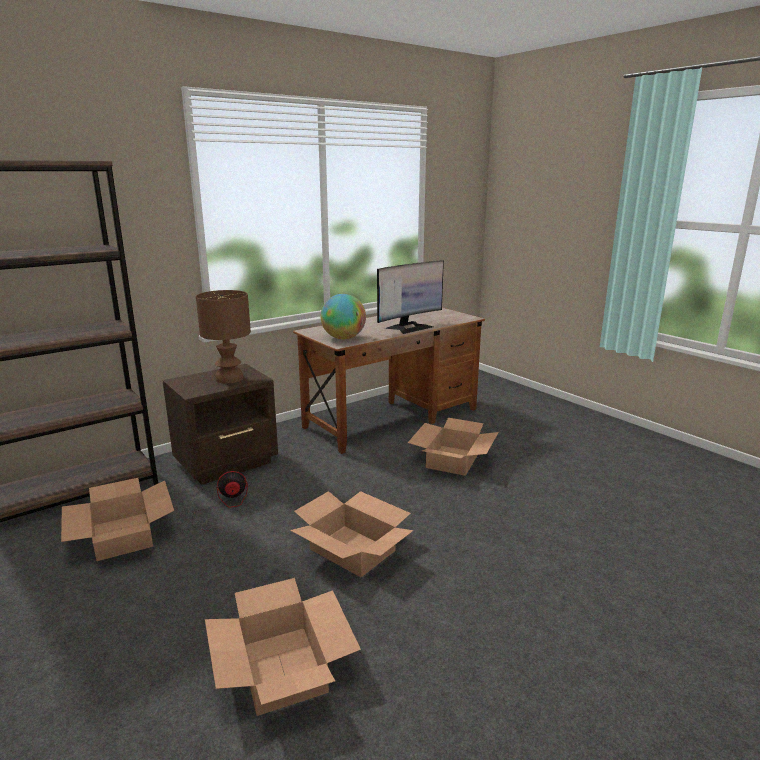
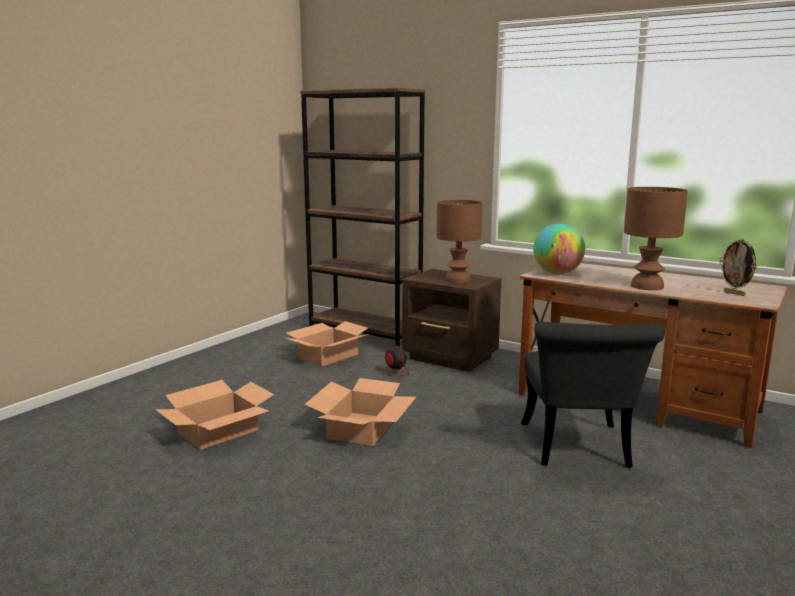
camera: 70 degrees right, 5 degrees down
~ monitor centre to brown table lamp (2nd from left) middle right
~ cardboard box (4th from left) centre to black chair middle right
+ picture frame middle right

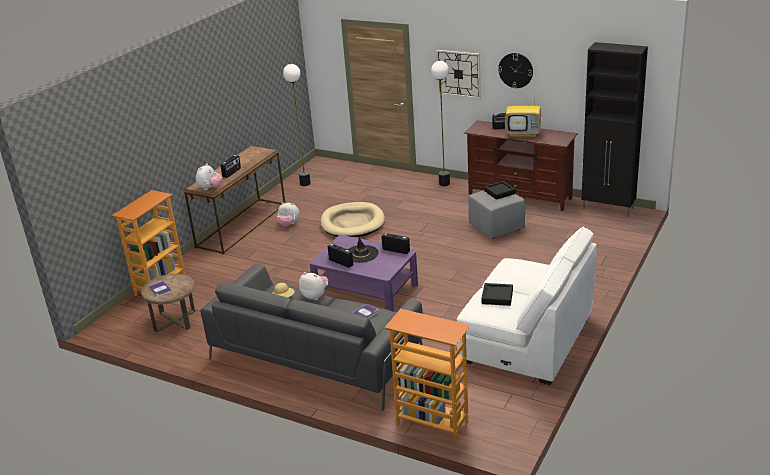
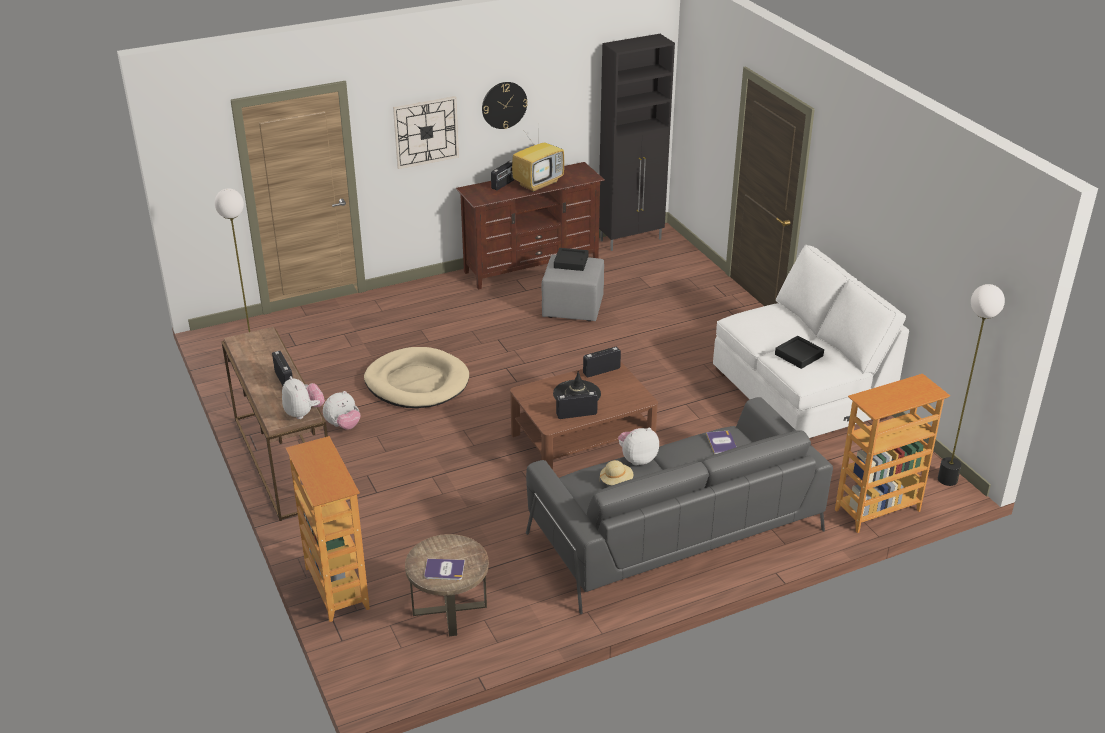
camera: 55 degrees left, 5 degrees up
~ purple coffee table centre to brown coffee table centre
~ floor lamp (2nd from left) top centre to middle right

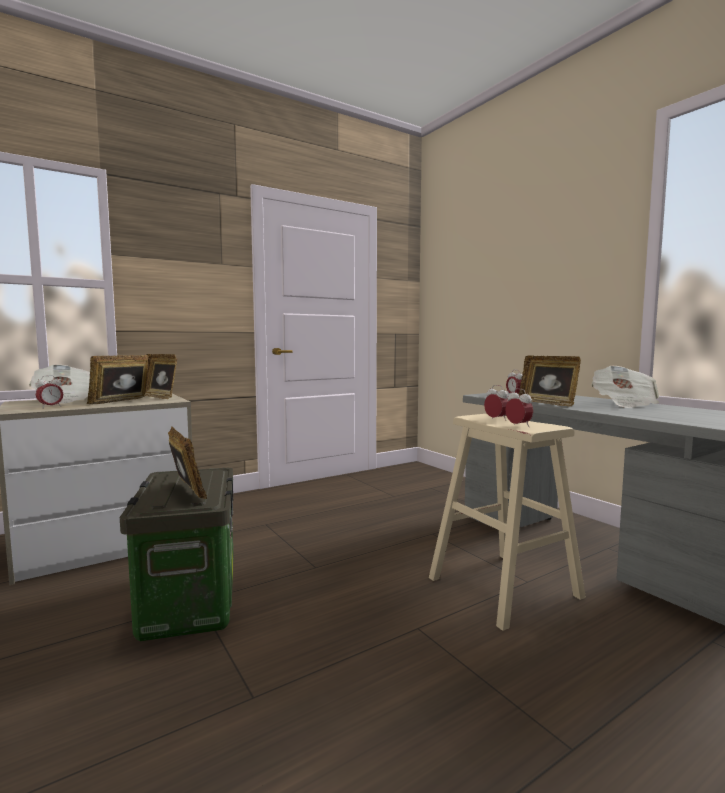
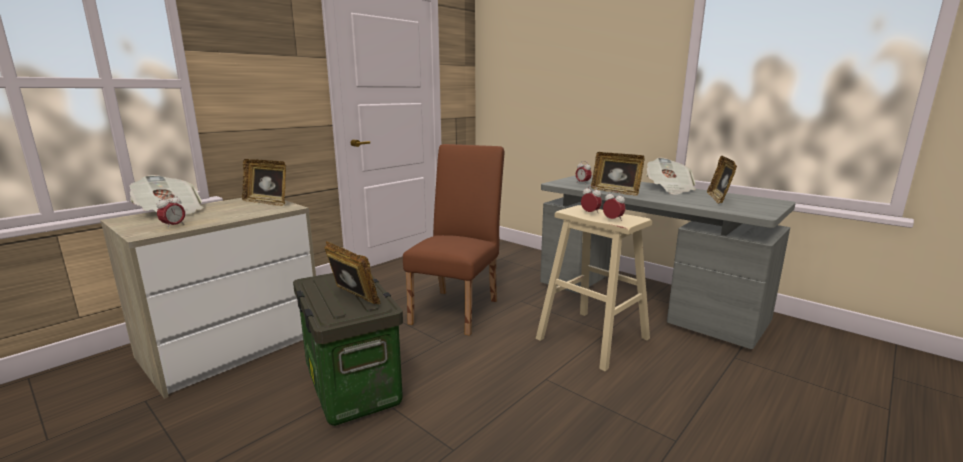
camera: 15 degrees left, 10 degrees up
~ picture frame (1st from left in the first image) middle left to picture frame (4th from left) middle right
+ brown chair centre

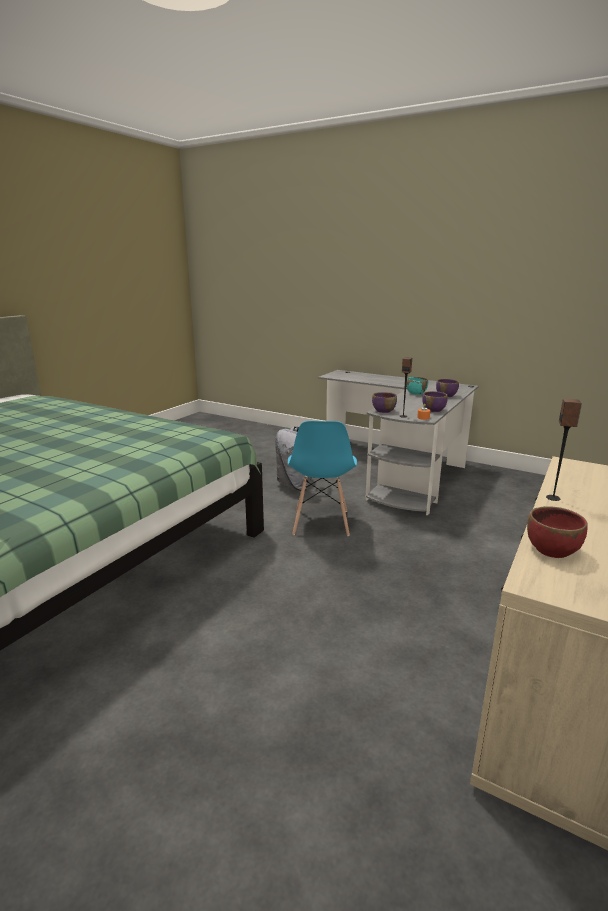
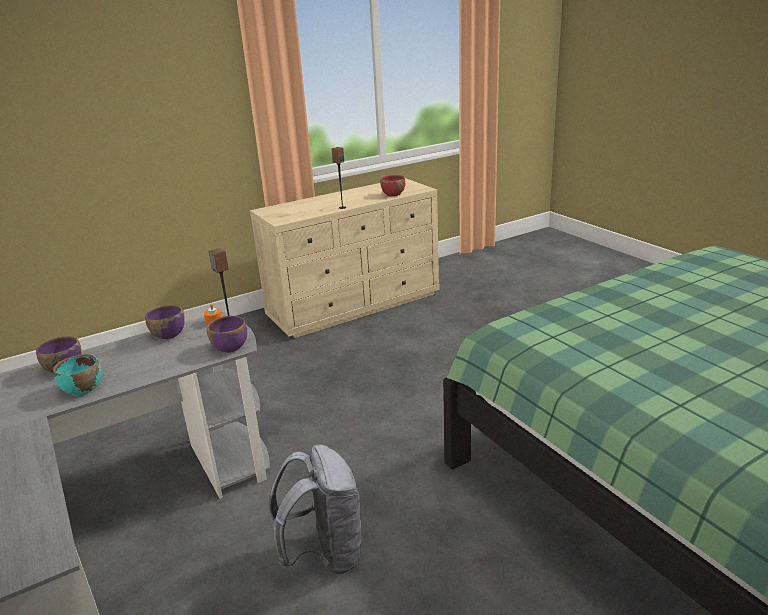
camera: 150 degrees left, 5 degrees up
- blue chair centre

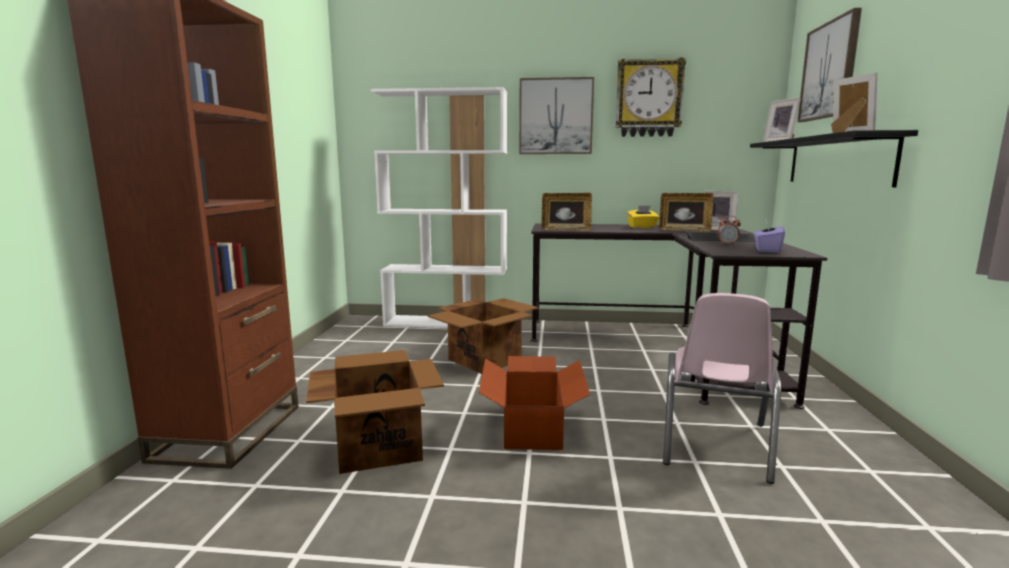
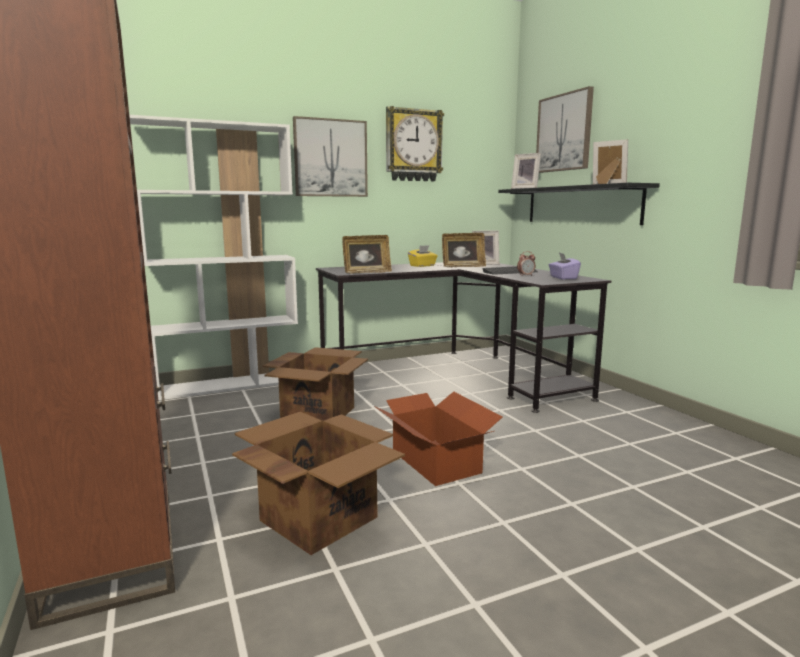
camera: 30 degrees left, 0 degrees up
- pink chair bottom right

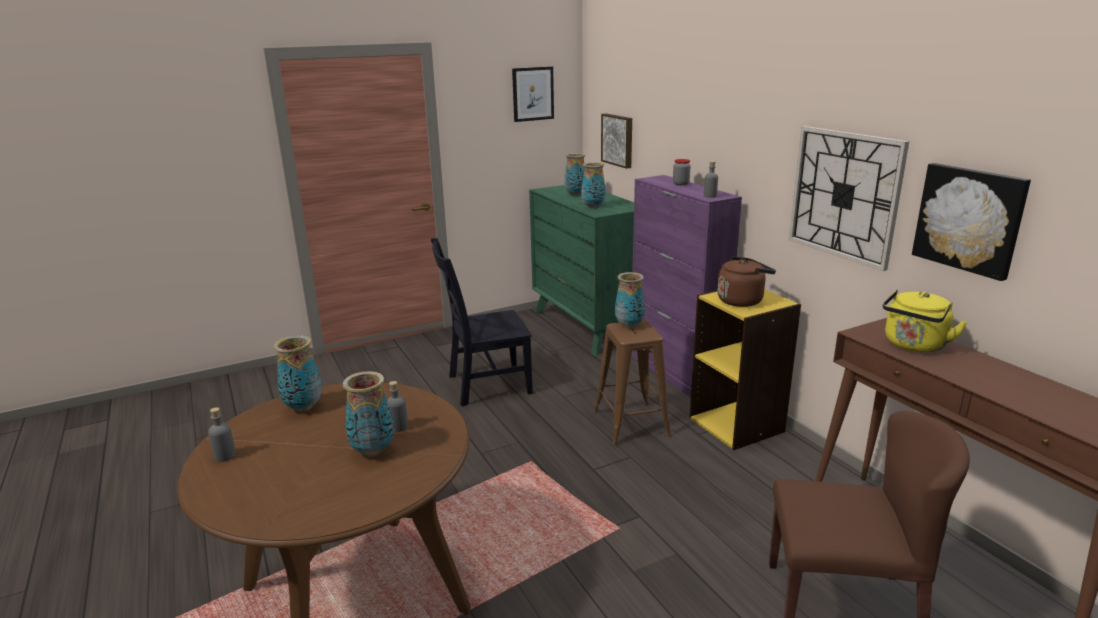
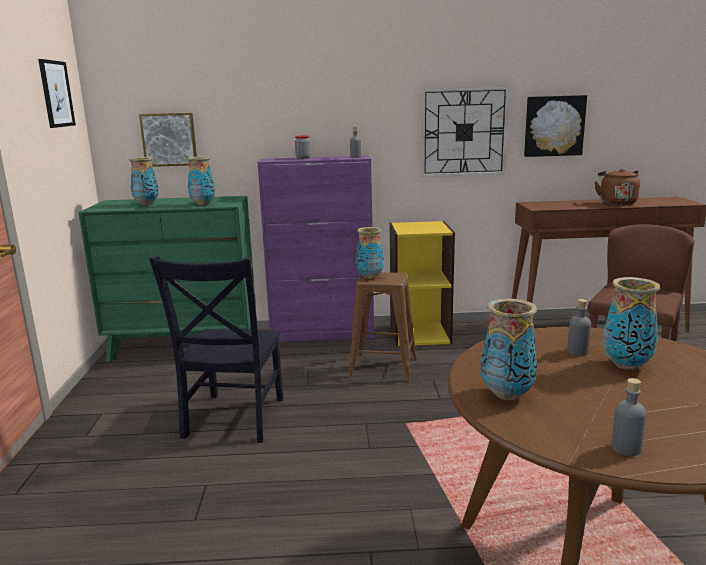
camera: 65 degrees left, 5 degrees down
~ brown kettle middle right to top right
- yellow kettle middle right

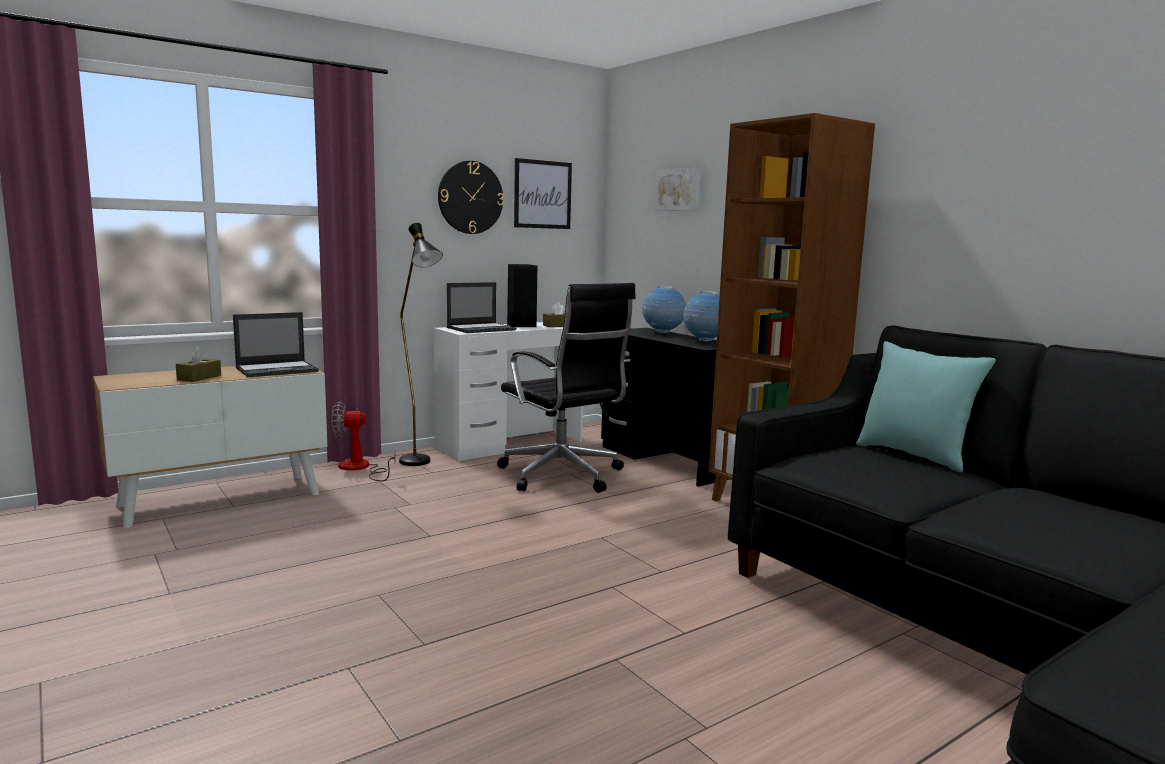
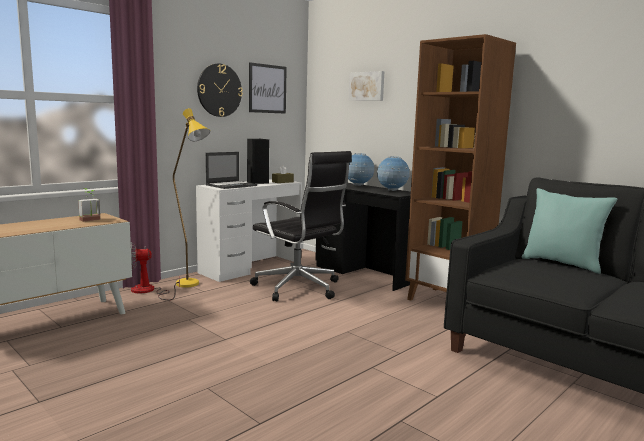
camera: 10 degrees left, 0 degrees up
- brown tissue box (1st from left) middle left
~ laptop (1st from left) middle left to potted plant middle left
~ black floor lamp centre to yellow floor lamp middle left

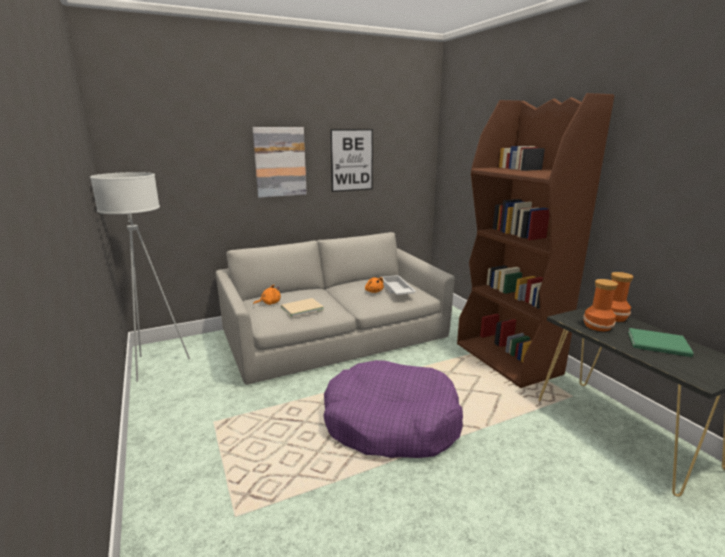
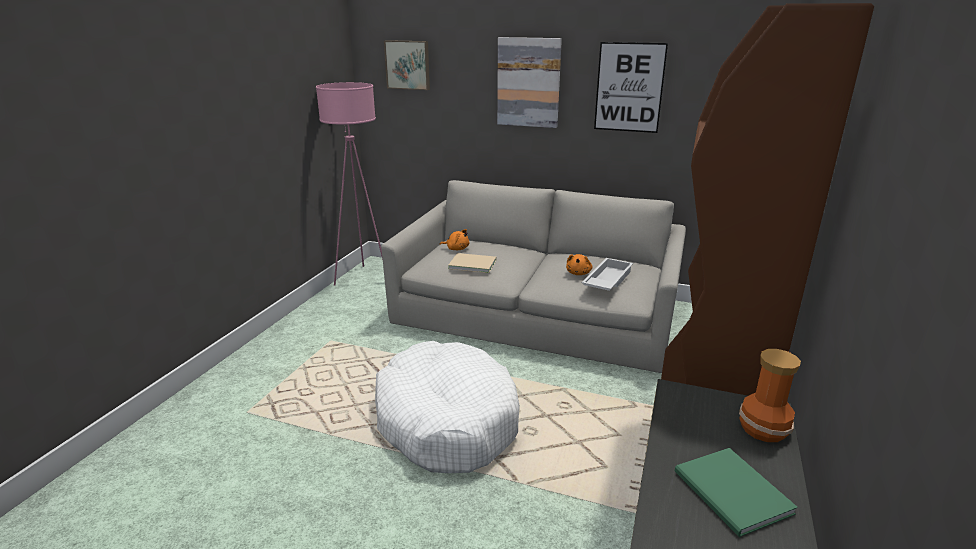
camera: 45 degrees right, 5 degrees up
~ white floor lamp middle left to pink floor lamp centre
~ purple dog bed bottom centre to white dog bed bottom centre
- vase (1st from left) middle right
+ picture (1st from left) top centre

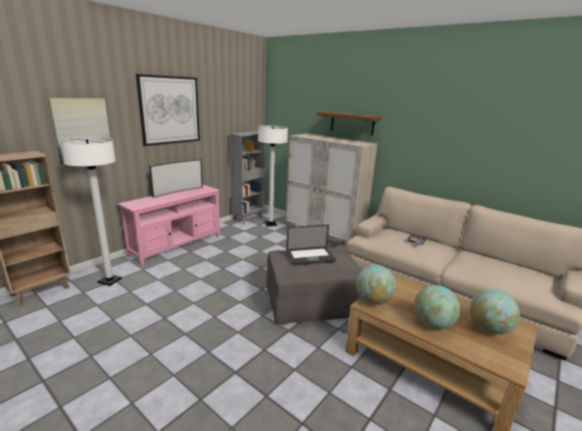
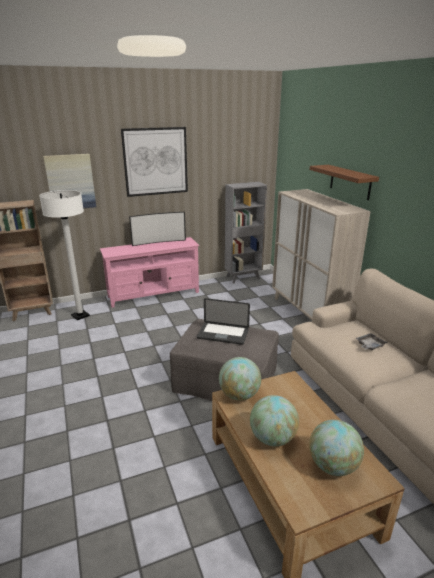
camera: 30 degrees right, 5 degrees up
- white floor lamp (2nd from left) centre

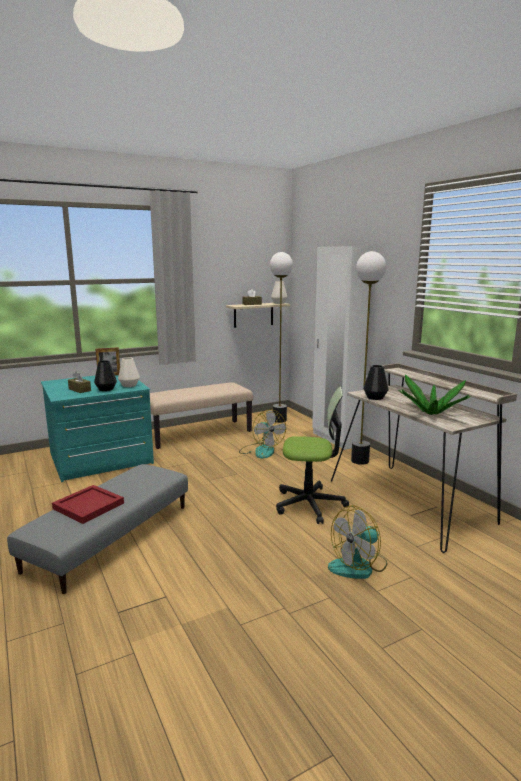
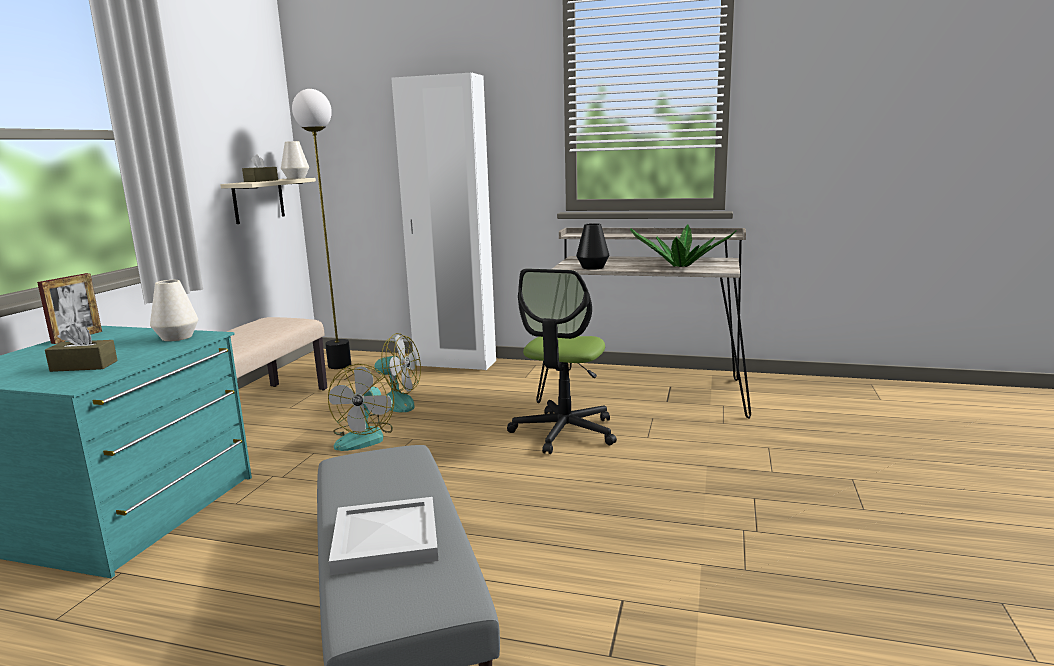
camera: 45 degrees left, 0 degrees up
~ red tray middle left to white tray bottom centre
- black vase (1st from left) middle left
~ office chair centre = centre 150 degrees clockwise
~ fan (2nd from left in the first image) bottom right to fan (1st from left) centre
- floor lamp (2nd from left) middle right

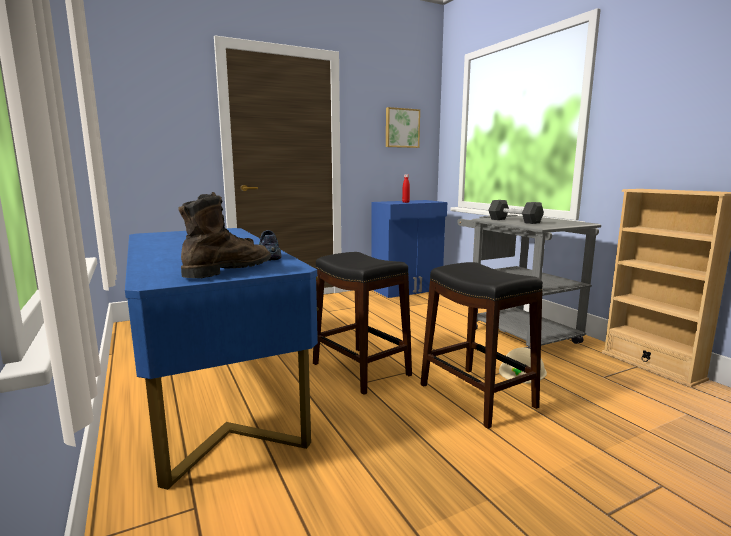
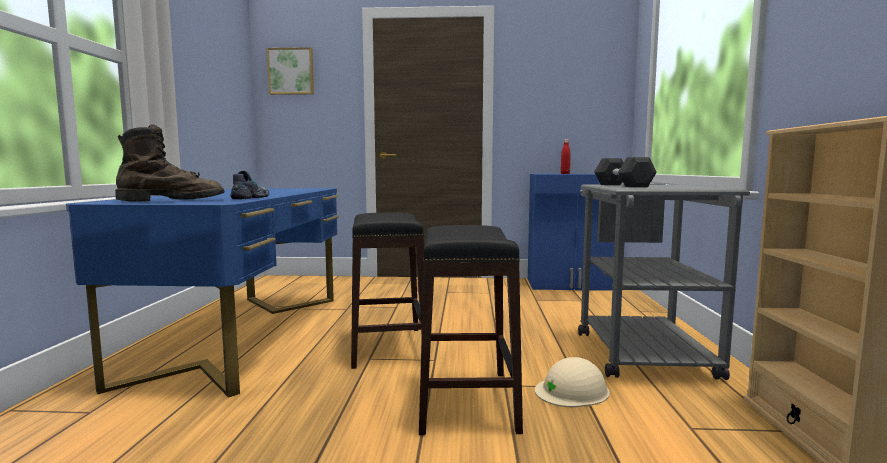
camera: 30 degrees right, 5 degrees down
~ picture top centre to top left

